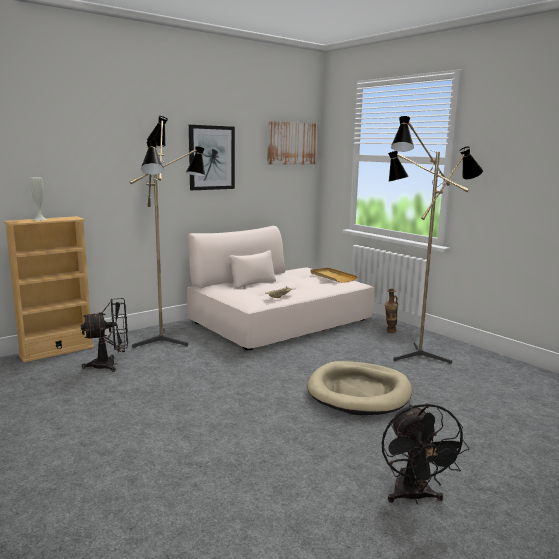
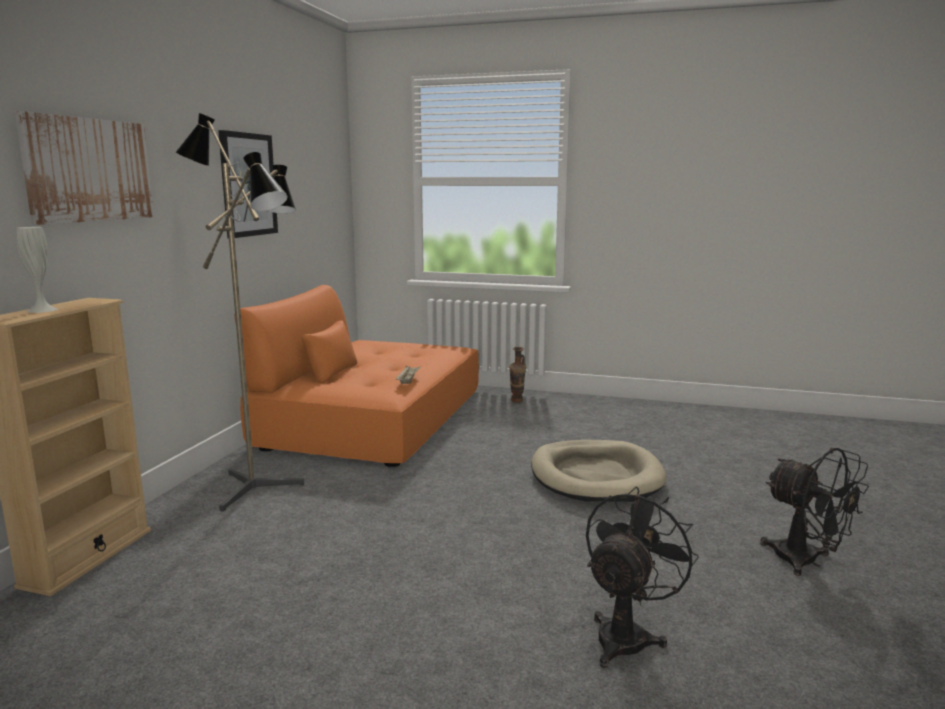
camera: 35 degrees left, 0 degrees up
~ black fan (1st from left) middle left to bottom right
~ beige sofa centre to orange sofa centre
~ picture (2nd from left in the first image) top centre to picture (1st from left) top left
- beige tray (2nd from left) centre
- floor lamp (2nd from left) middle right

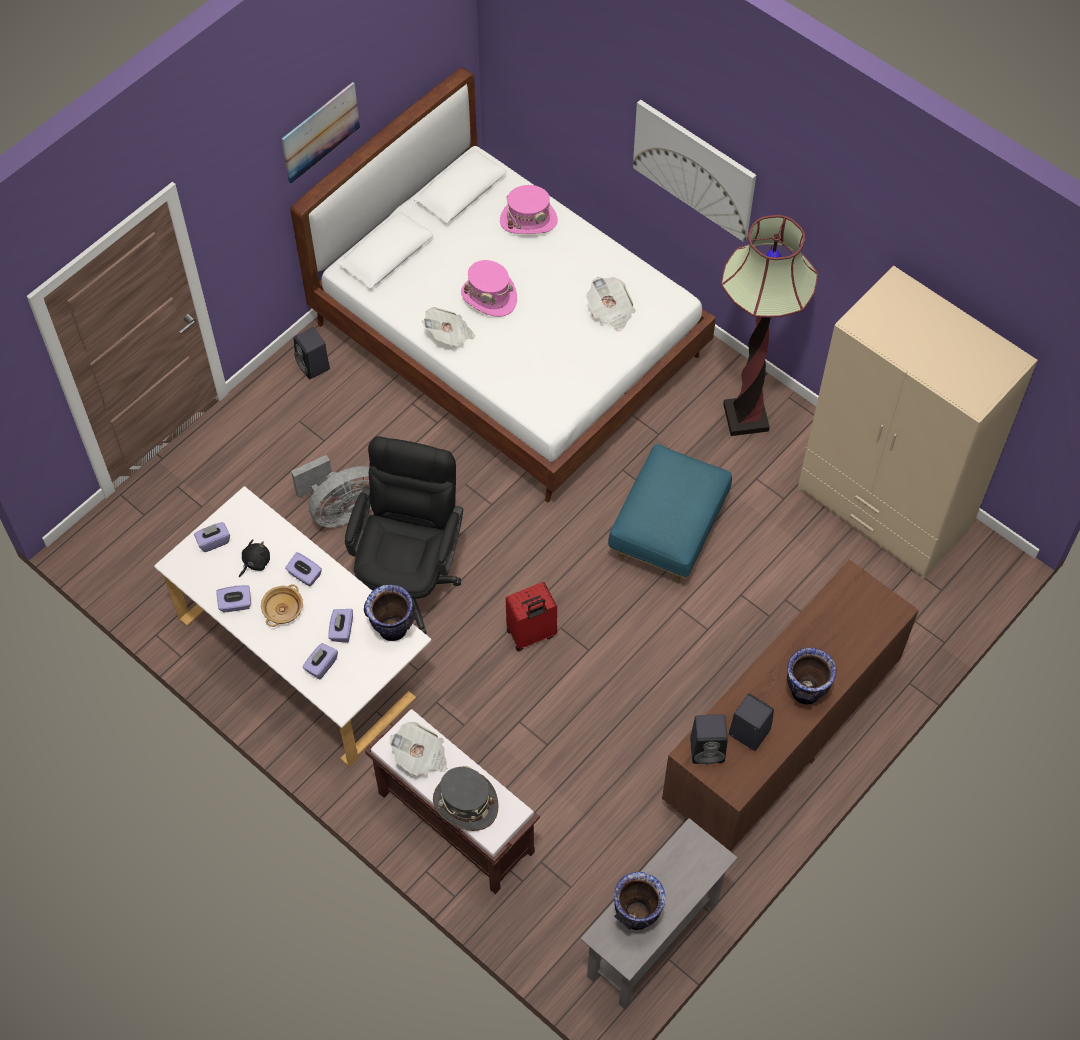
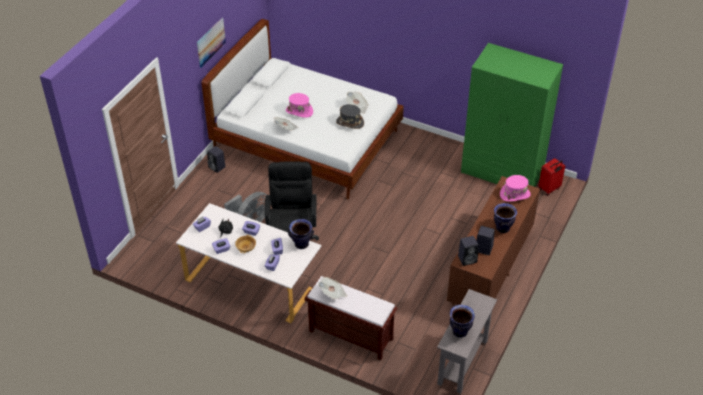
camera: 15 degrees left, 15 degrees down
~ grey hat bottom centre to top centre
~ pink hat (2nd from left) top centre to middle right
~ red suitcase centre to middle right
- blue ottoman centre
- picture (2nd from left) top centre
- floor lamp top right
~ beige wardrobe middle right to green wardrobe top right

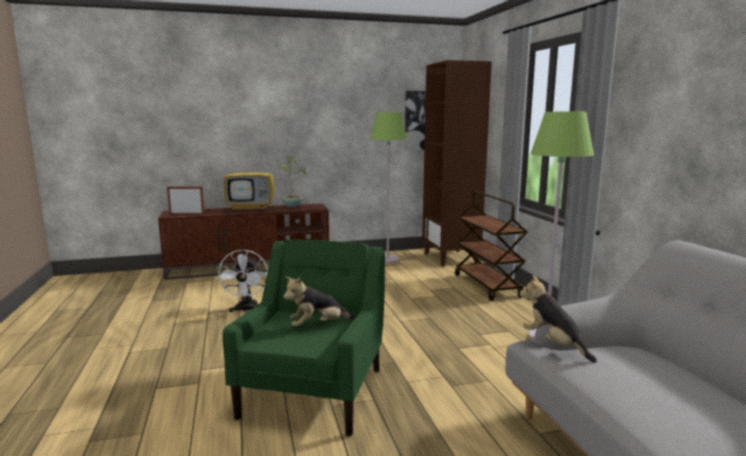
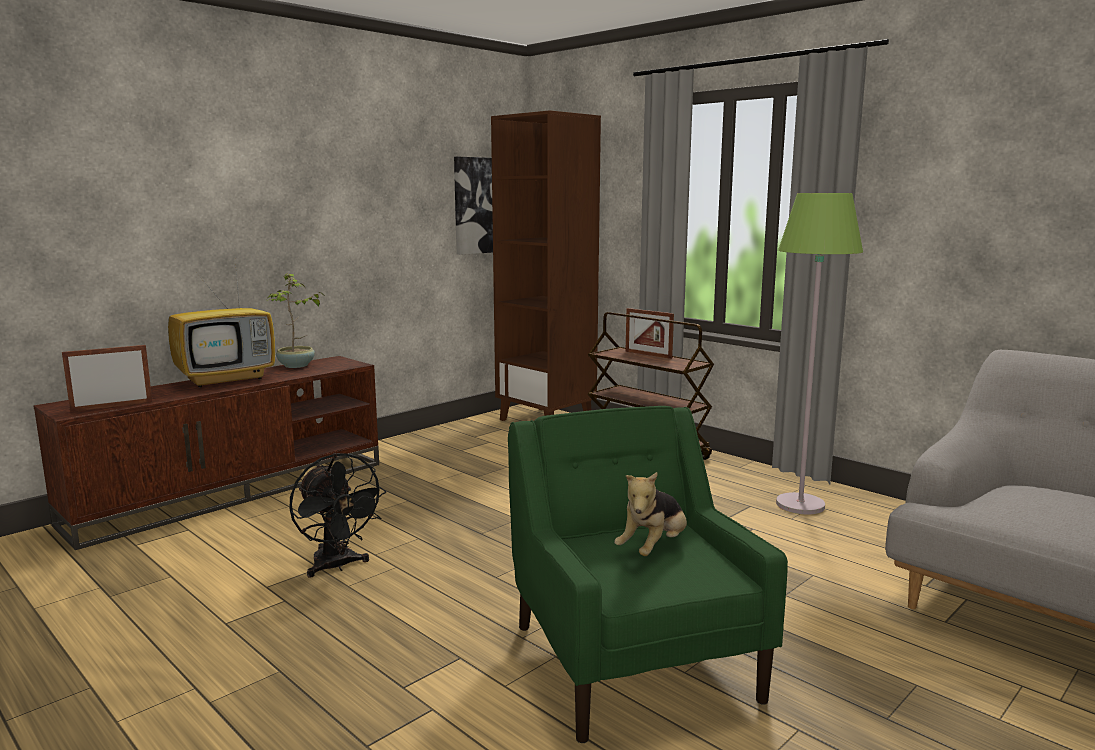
camera: 30 degrees left, 0 degrees up
~ white fan middle left to black fan bottom left
- green floor lamp (1st from left) centre
- plush toy (2nd from left) bottom right
+ picture frame (2nd from left) centre

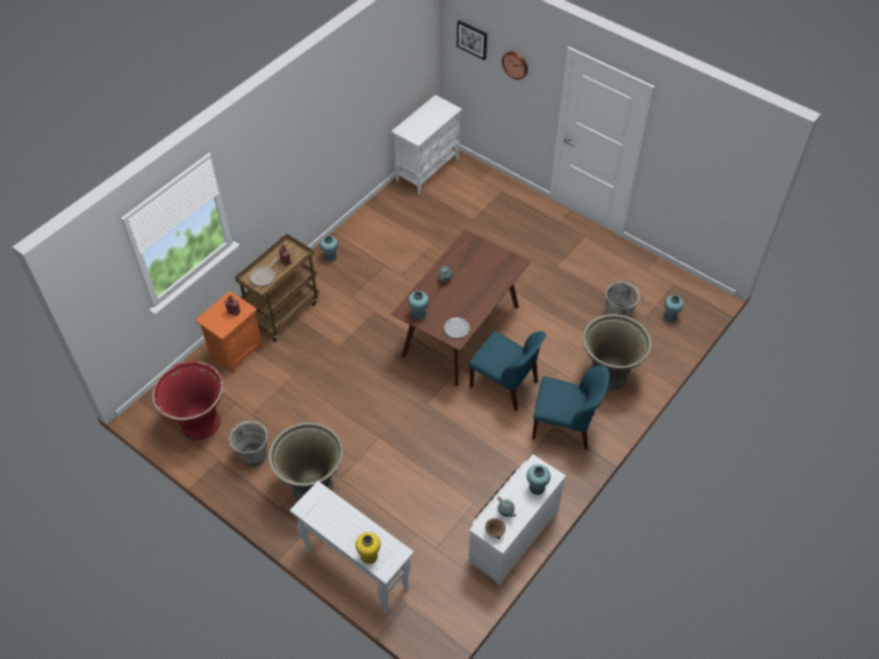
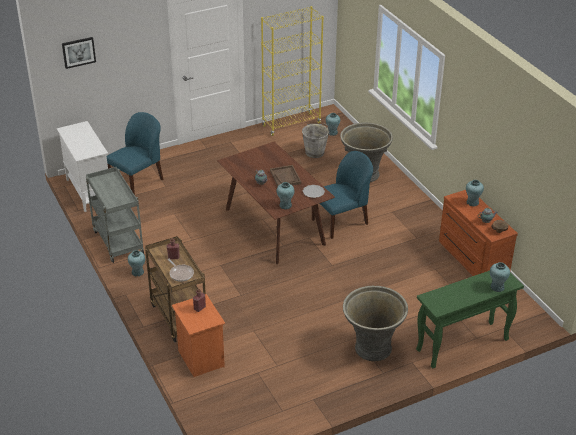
camera: 65 degrees left, 15 degrees down
- red planter middle left
- grey bucket (1st from left) bottom left
~ white console table bottom centre to green console table bottom right
~ yellow vase bottom centre to turquoise vase (5th from left) middle right
~ white dresser bottom centre to brown dresser middle right
- wall clock top centre
~ blue chair (2nd from left in the first image) centre to blue chair (1st from left) middle left
+ grey cart middle left
+ yellow bookcase top centre
+ brown tray centre

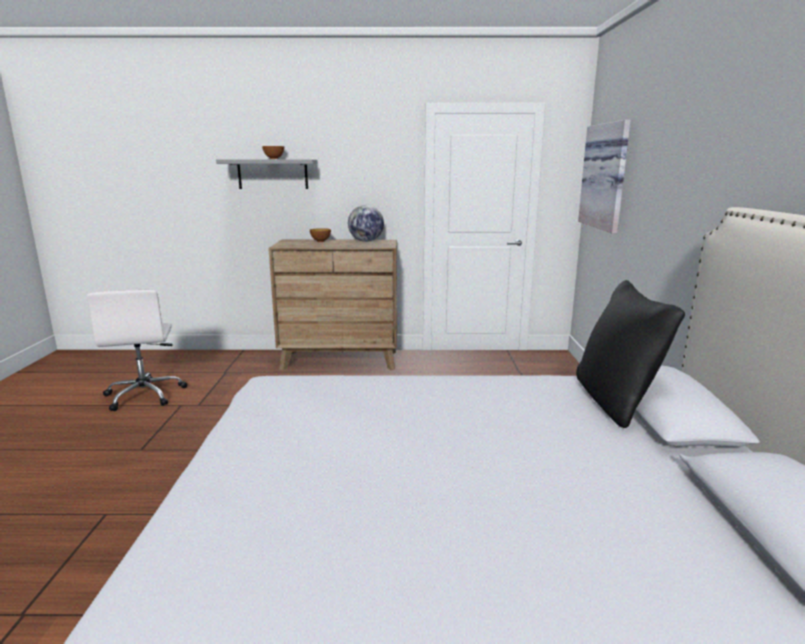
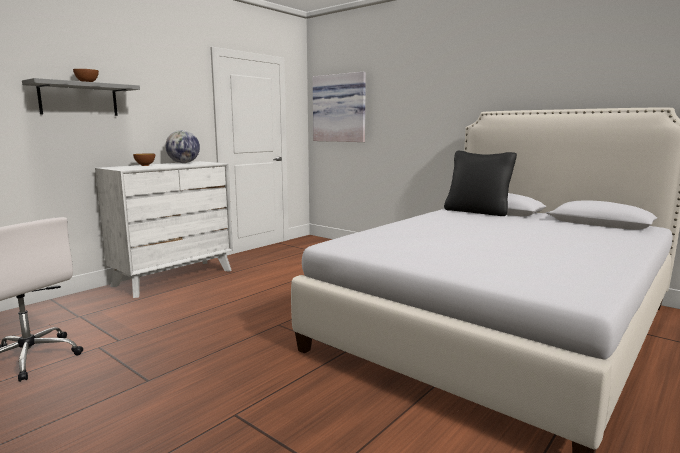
camera: 50 degrees left, 5 degrees down
~ brown dresser centre to white dresser middle left

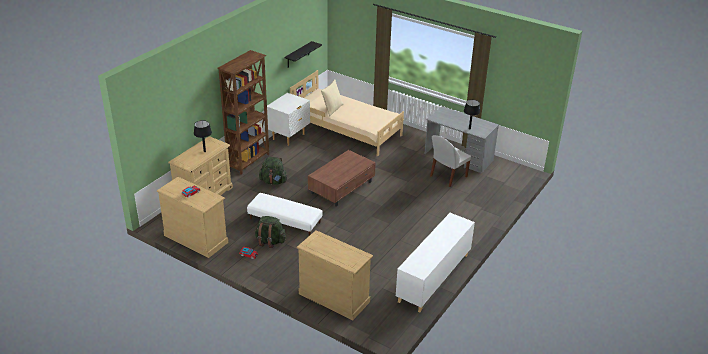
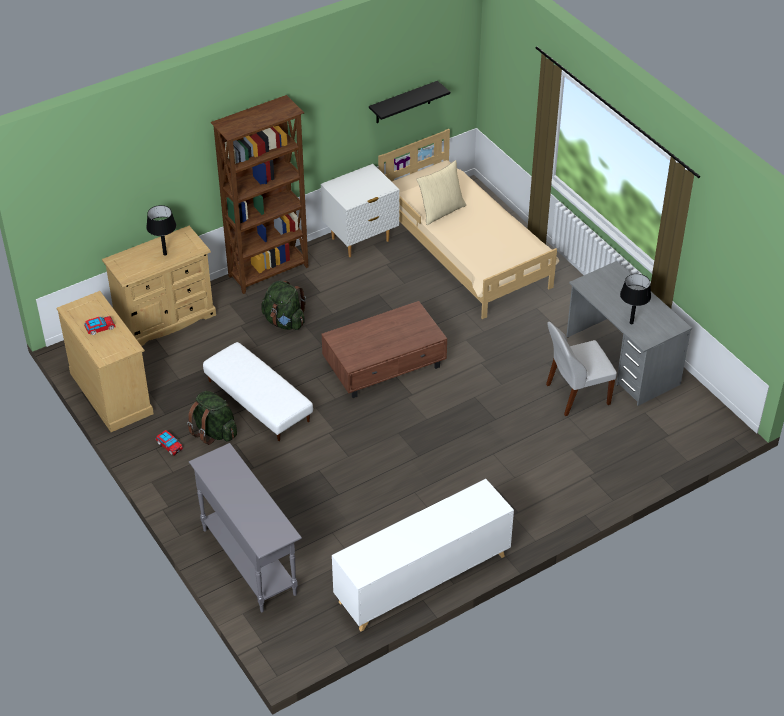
camera: 25 degrees right, 10 degrees up
~ beige dresser (3rd from left) bottom centre to grey console table bottom left

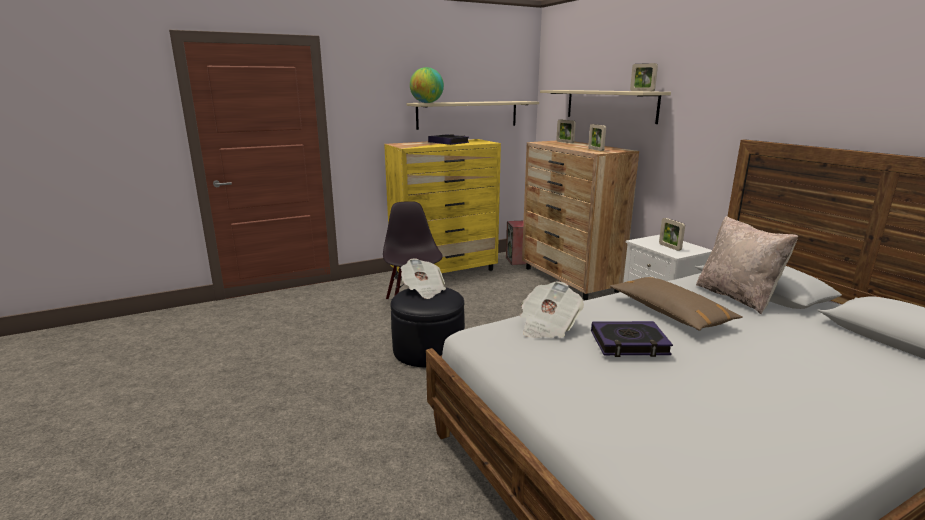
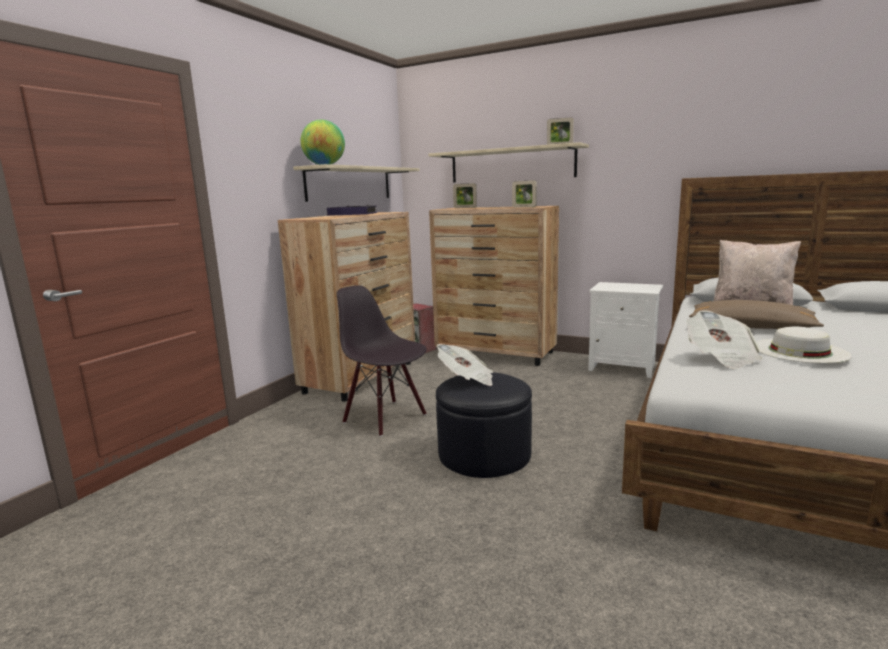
camera: 35 degrees left, 5 degrees down
~ yellow dresser centre to brown dresser (1st from left) centre
~ book (2nd from left) middle right to white hat middle right
- picture frame (4th from left) middle right

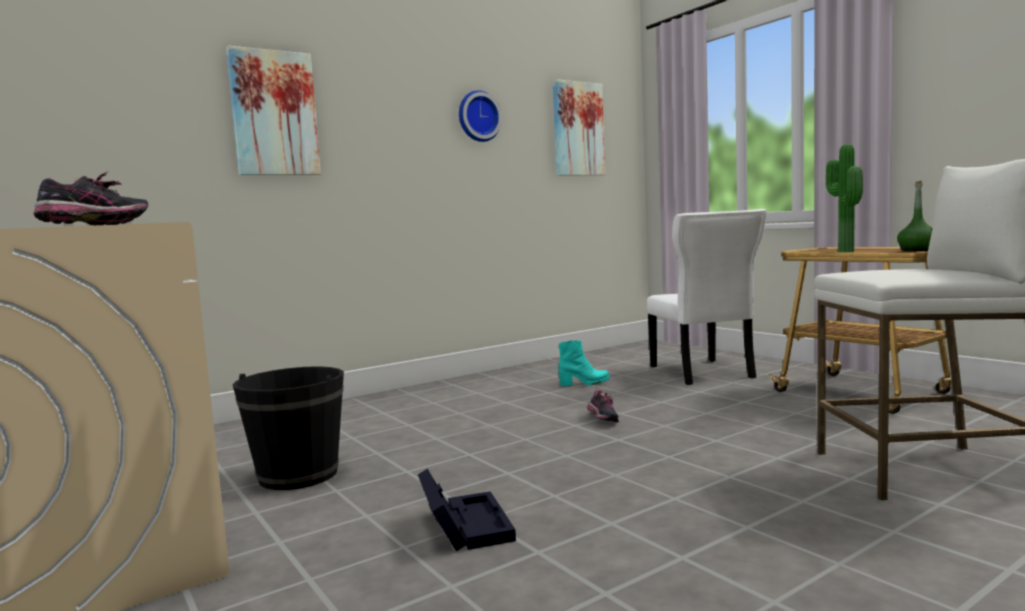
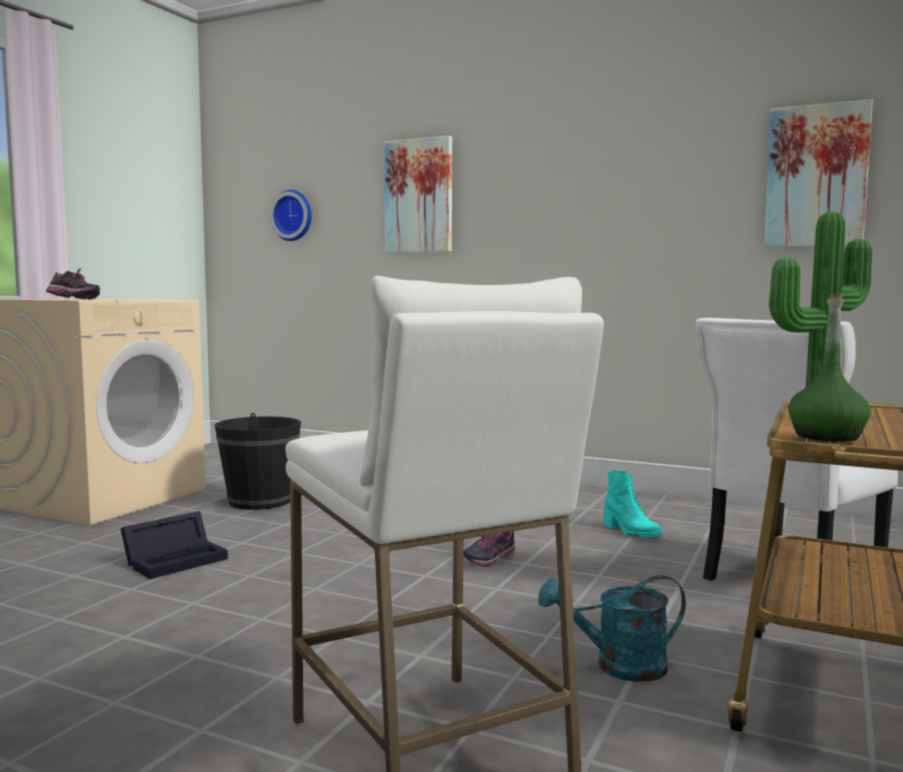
camera: 60 degrees right, 0 degrees up
~ wall clock top centre to top left
+ turquoise watering can bottom right

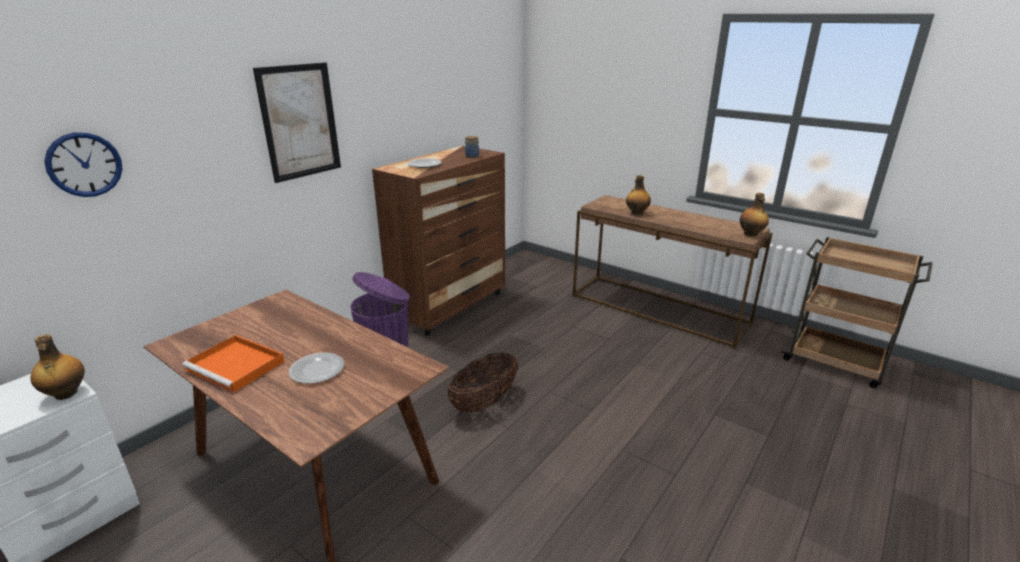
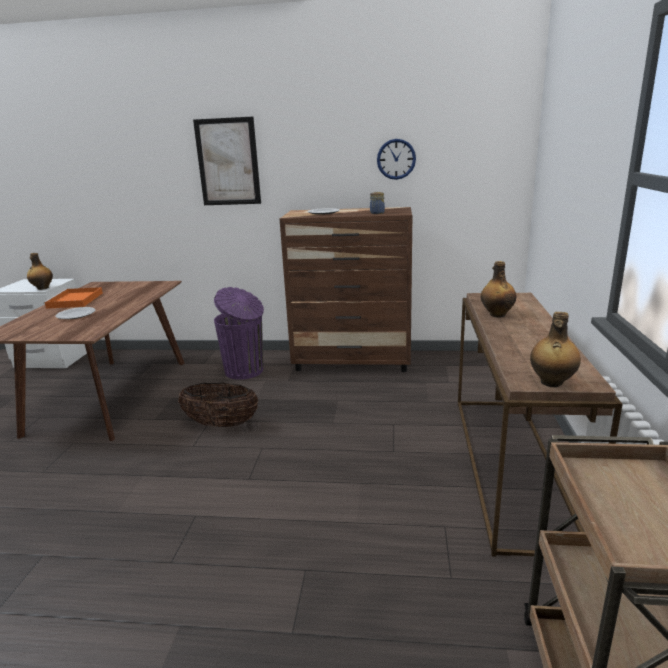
camera: 60 degrees right, 5 degrees down
~ wall clock top left to top centre

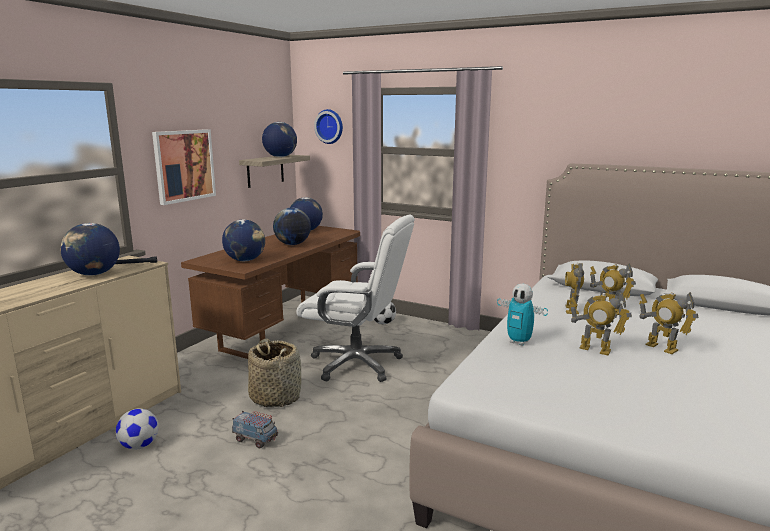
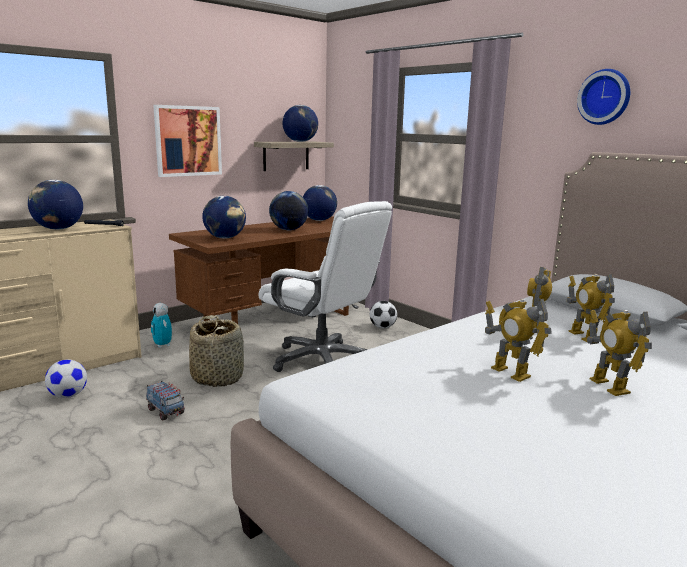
camera: 20 degrees right, 0 degrees up
~ wall clock top centre to top right
~ toy robot (1st from left) middle right to middle left

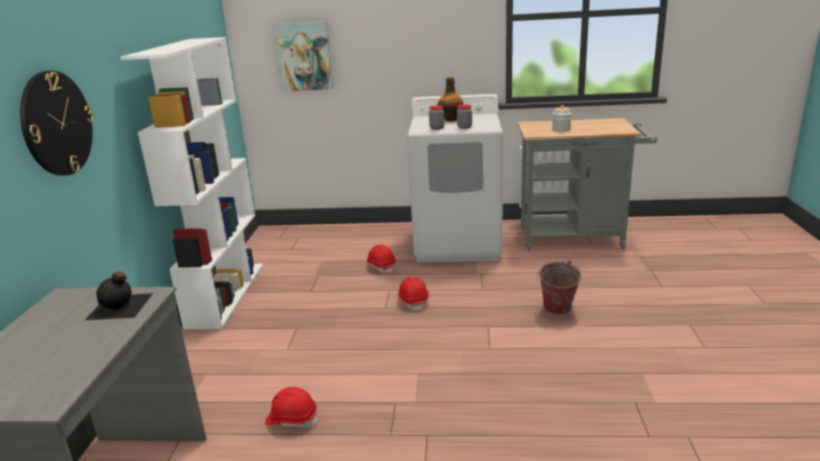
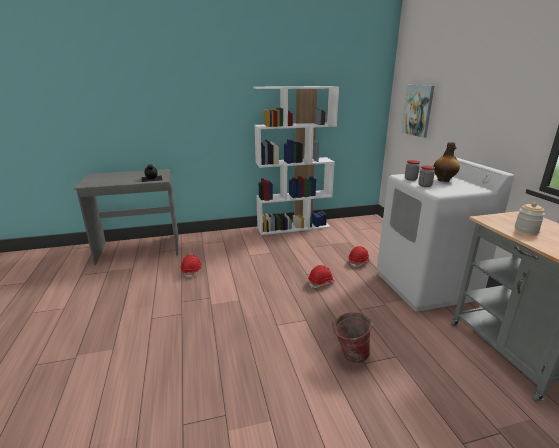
camera: 70 degrees right, 0 degrees up
- wall clock top left

